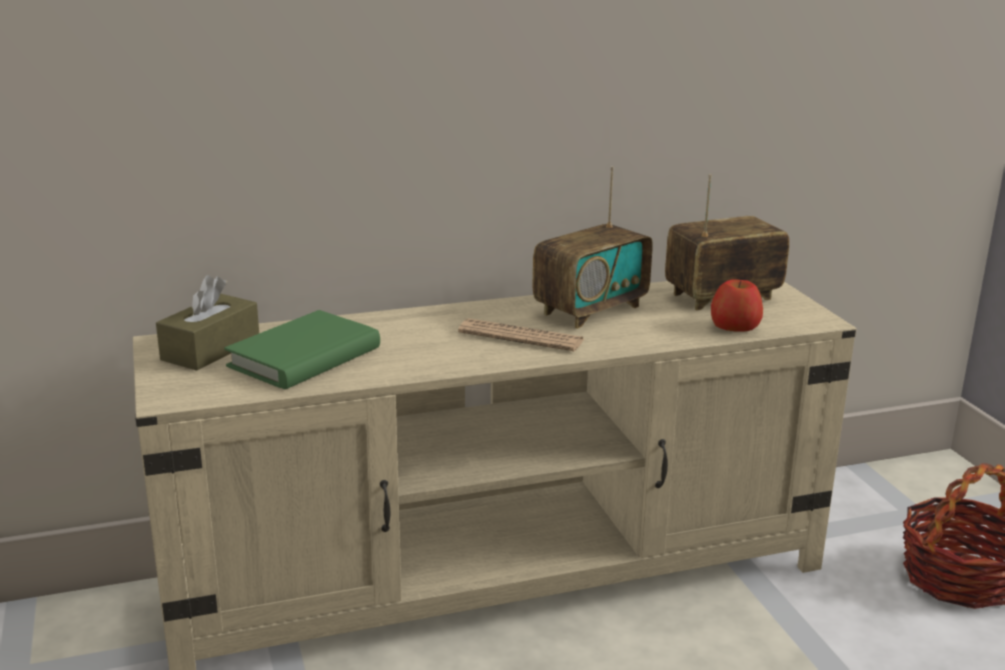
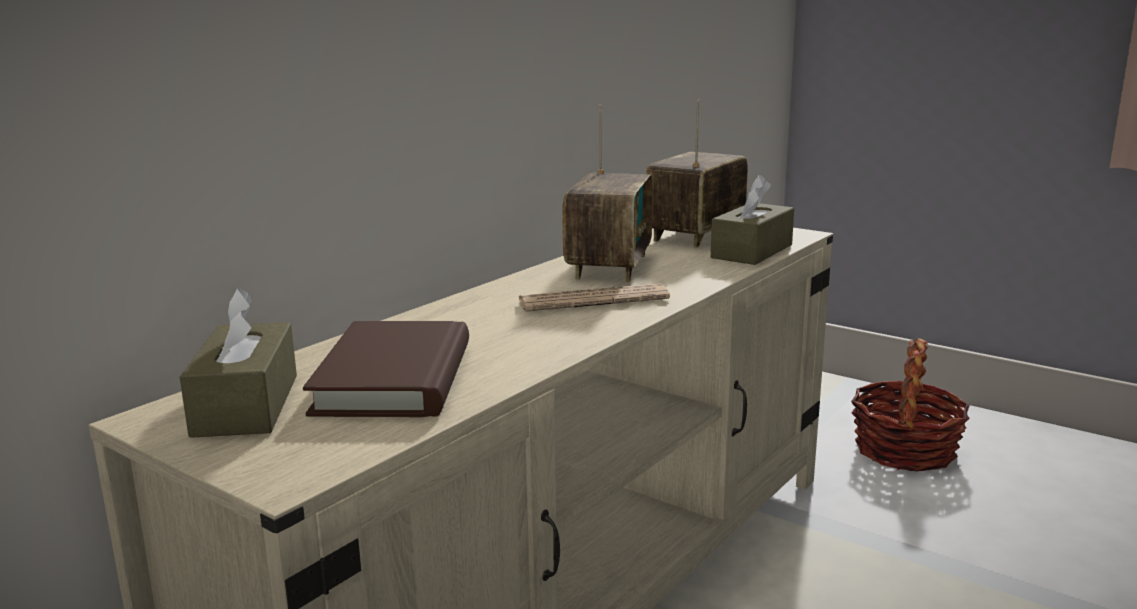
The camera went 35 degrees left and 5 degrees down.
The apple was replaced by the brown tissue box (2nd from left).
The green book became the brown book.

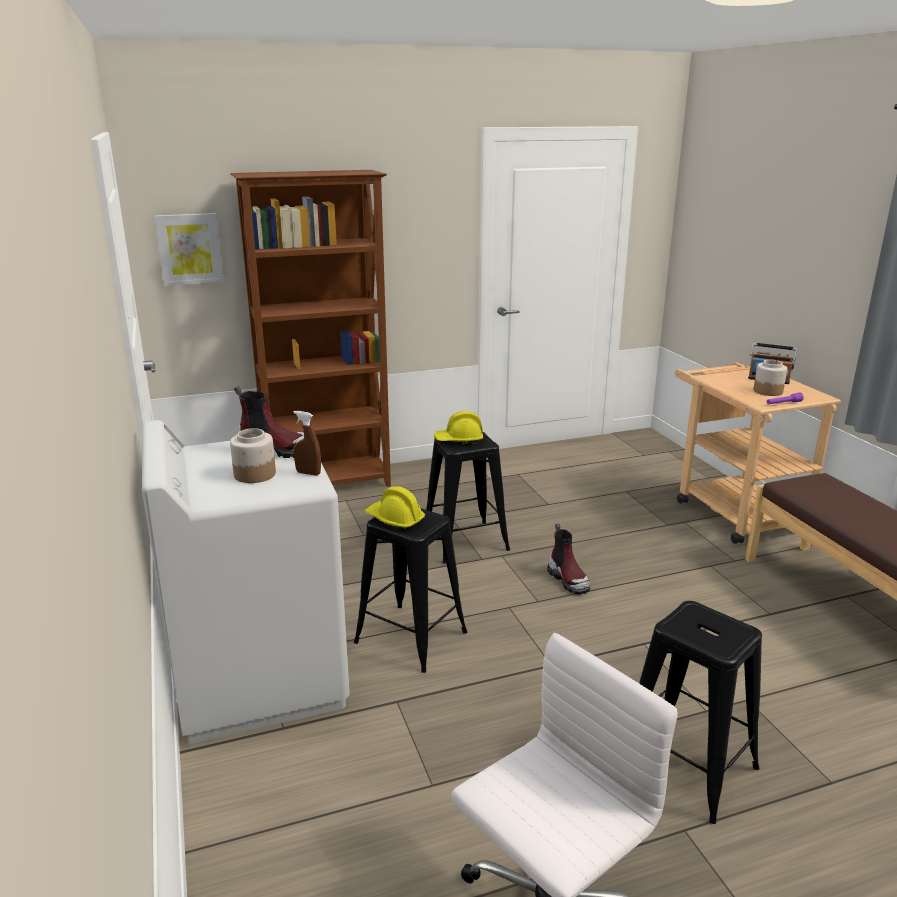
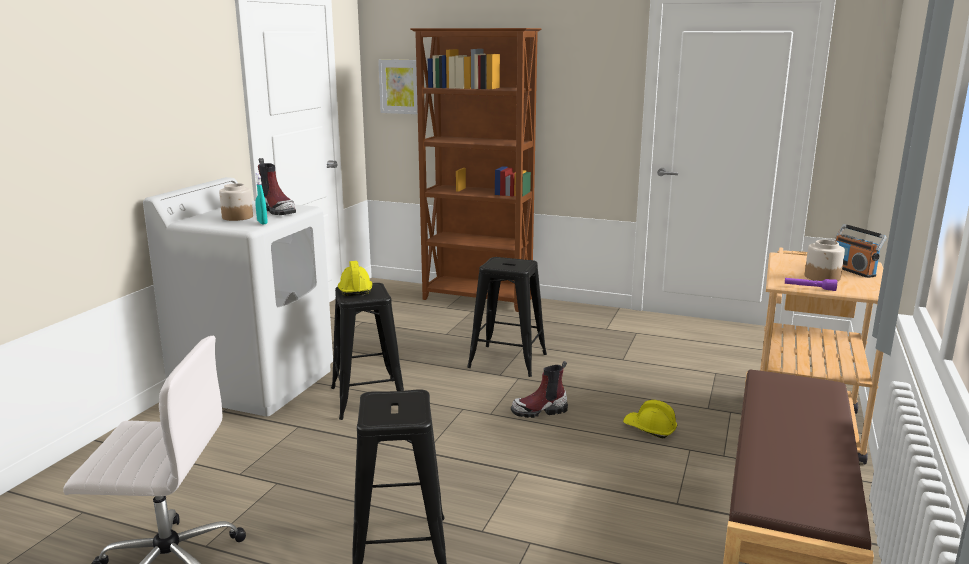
The camera went 40 degrees right and 5 degrees down.
The brown spray bottle became the turquoise spray bottle.
The yellow hard hat (2nd from left) moved.
The boot (2nd from left) turned 60 degrees clockwise.

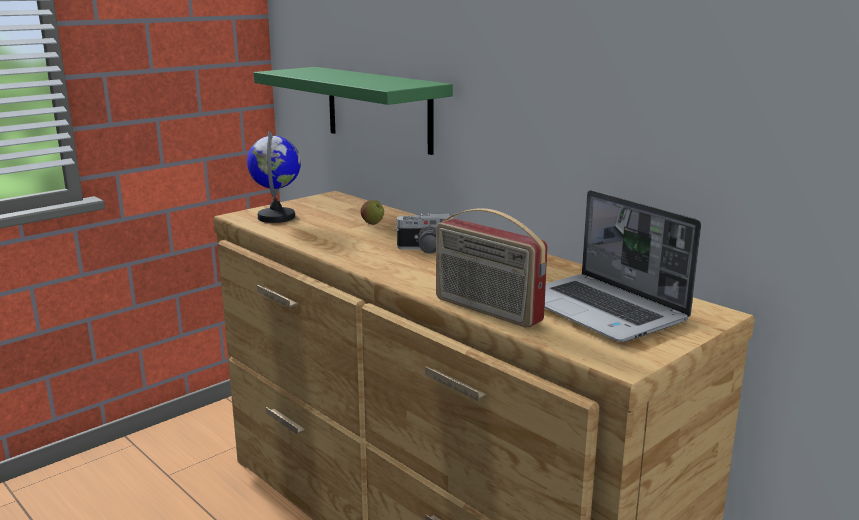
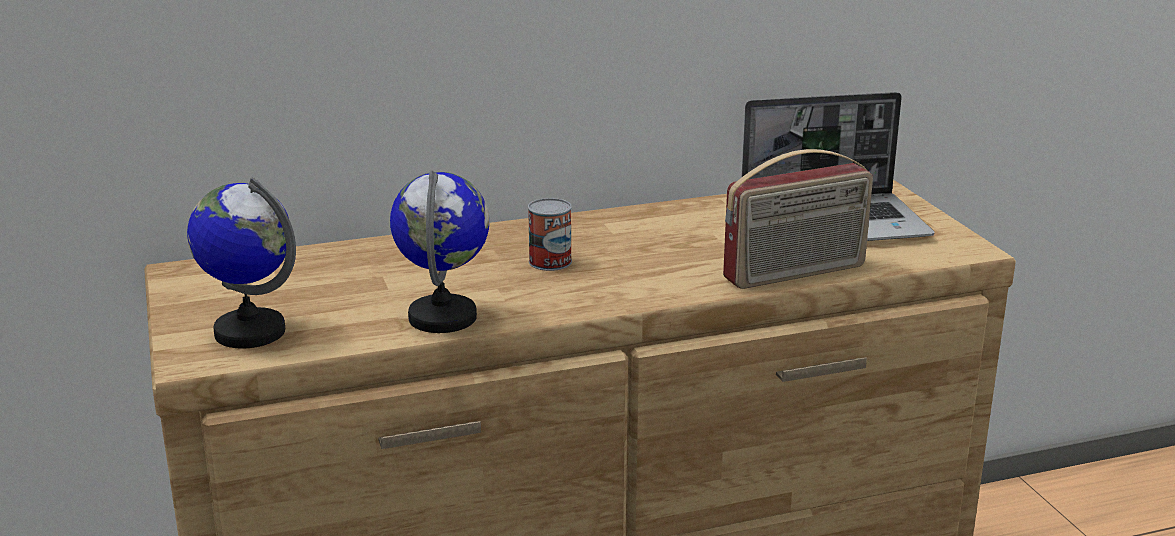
The camera went 65 degrees left and 5 degrees up.
The green shelf disappeared.
The apple disappeared.
The photo camera was replaced by the can.
The globe (2nd from left) appeared.

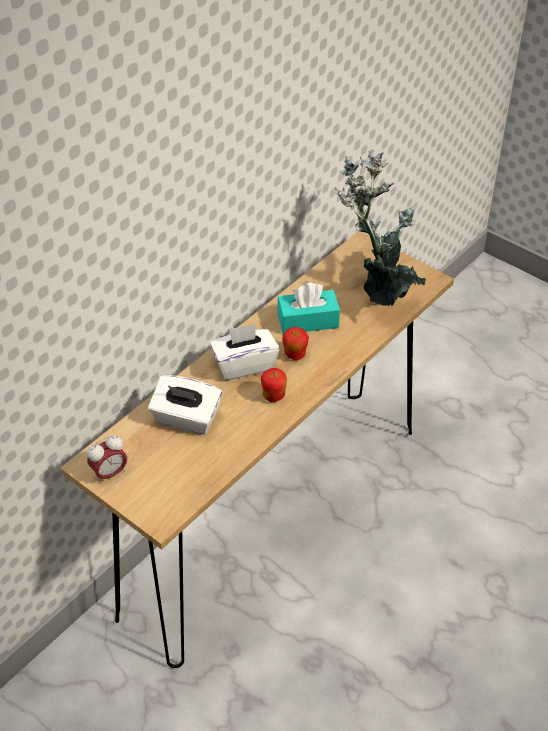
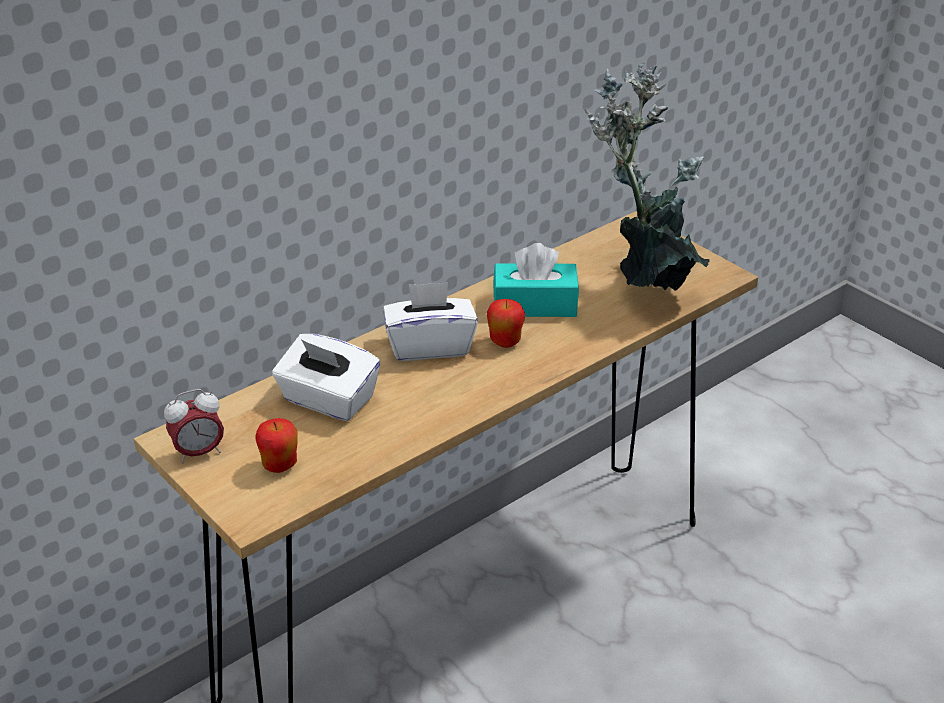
The camera went 10 degrees right and 10 degrees down.
The apple (1st from left) moved.

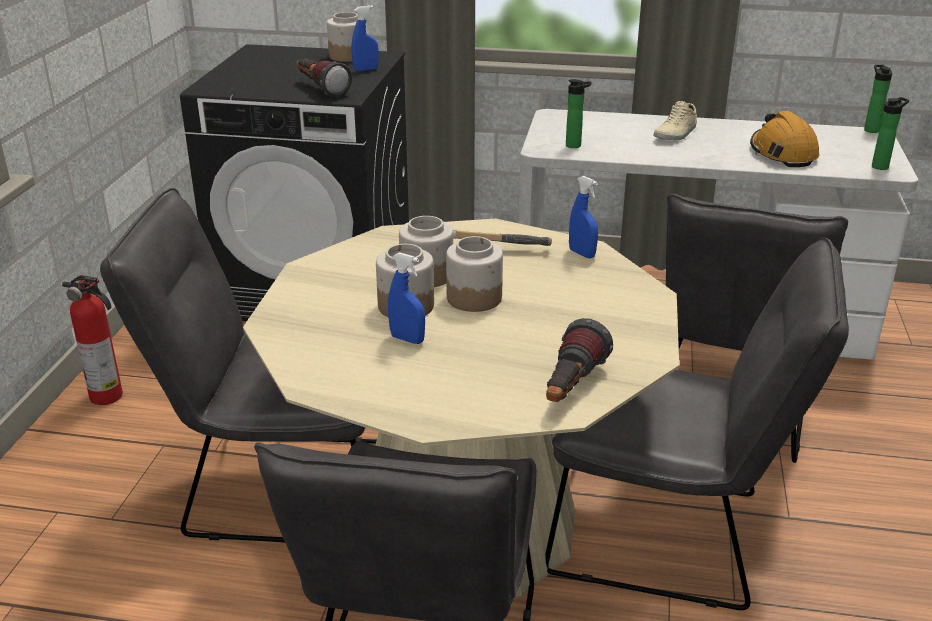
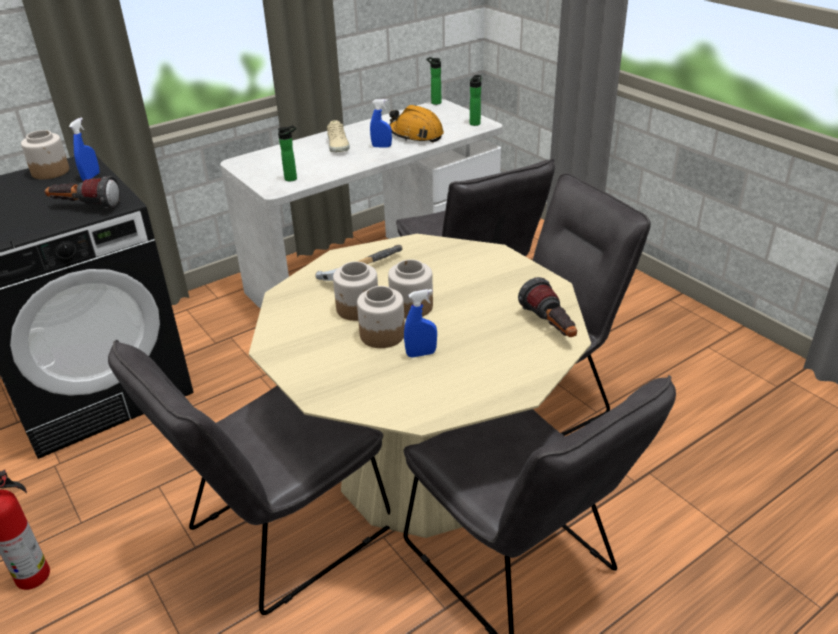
The camera went 45 degrees left and 5 degrees up.
The blue spray bottle (3rd from left in the first image) moved.

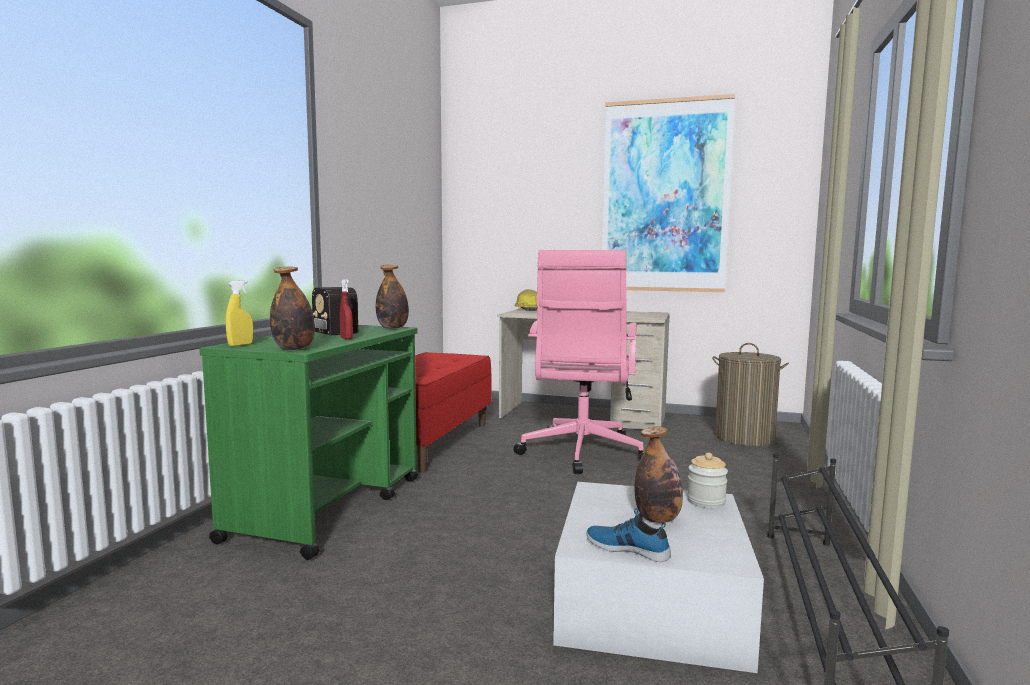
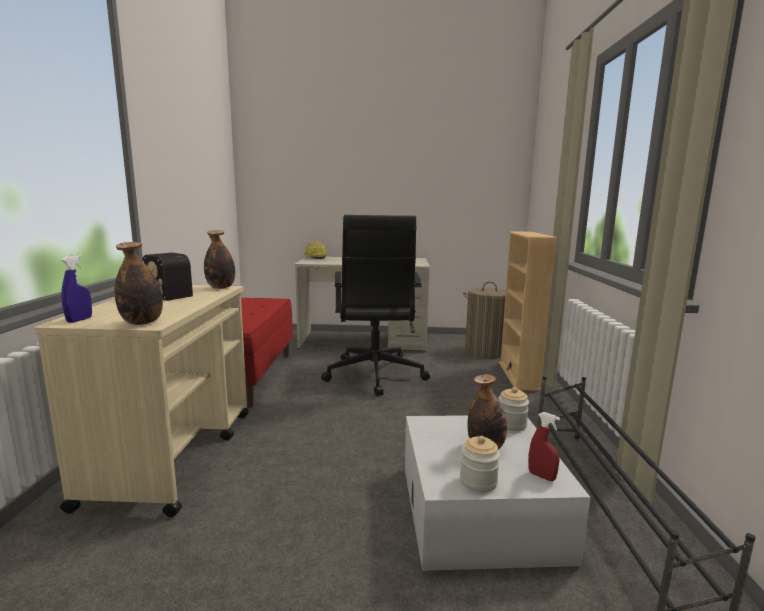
The camera went 15 degrees left and 5 degrees up.
The picture disappeared.
The pink office chair became the black office chair.
The red spray bottle moved.
The yellow spray bottle became the blue spray bottle.
The green cart became the beige cart.
The shoe was replaced by the jar (1st from left).
The beige bookcase appeared.

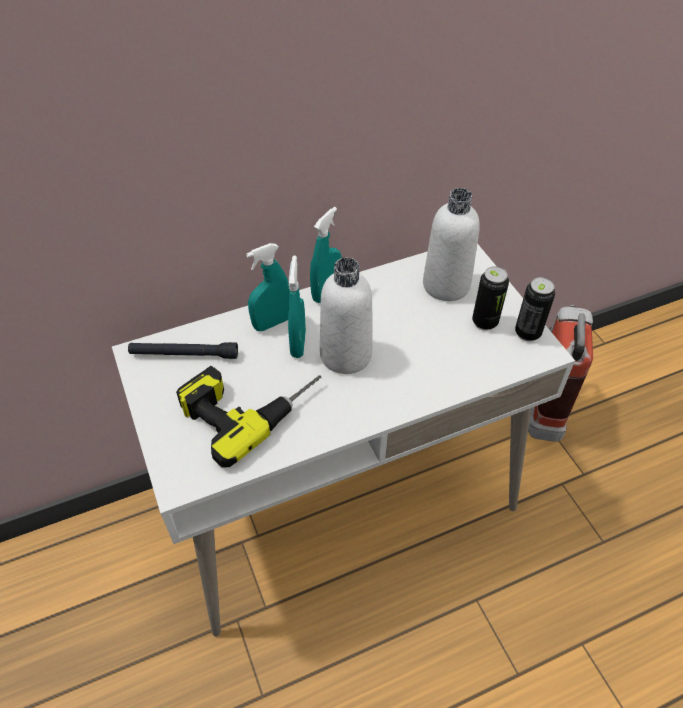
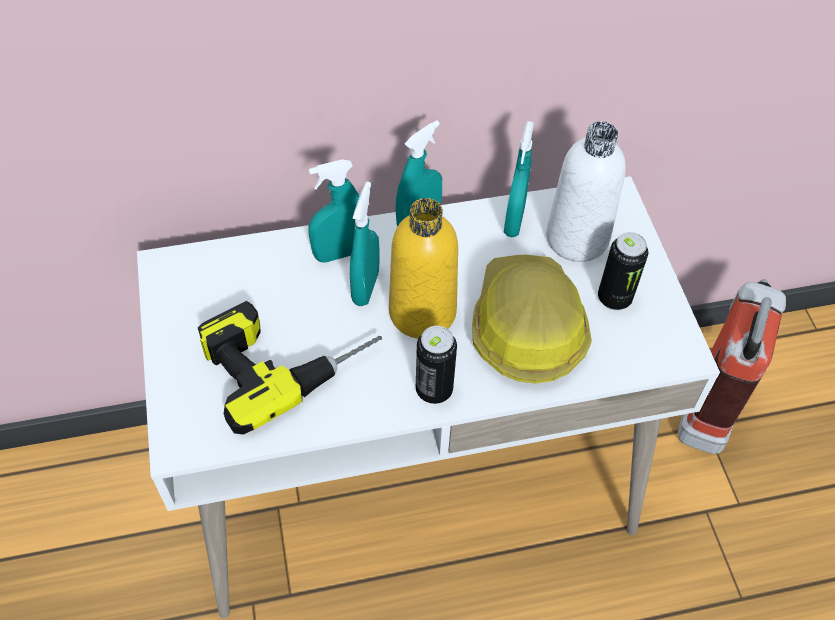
The camera went 10 degrees right and 5 degrees up.
The white bottle (1st from left) became the yellow bottle.
The can (2nd from left in the first image) moved.
The black flashlight disappeared.
The turquoise spray bottle (4th from left) appeared.
The hard hat appeared.

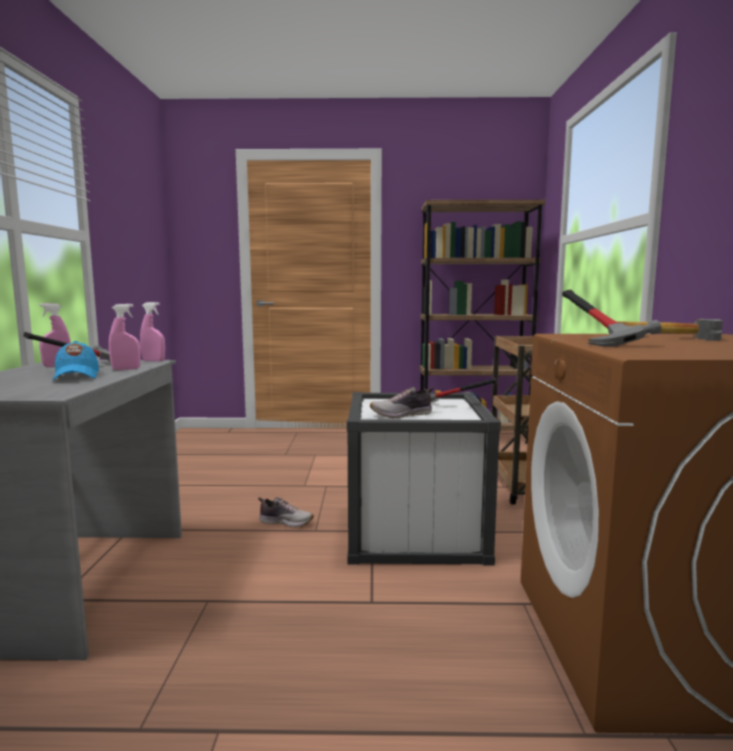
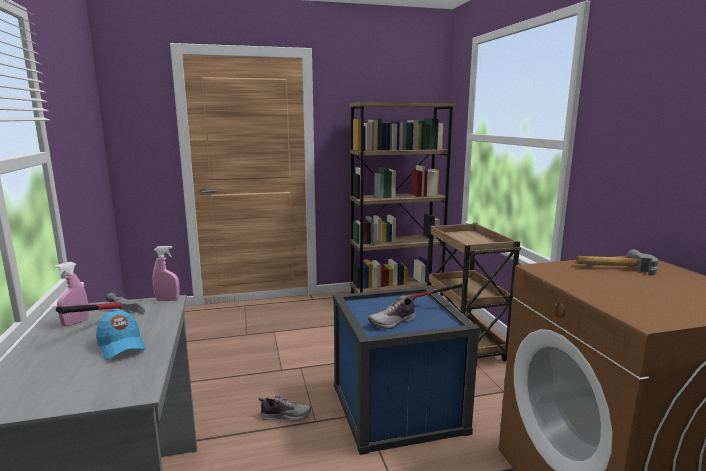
The camera went 15 degrees left and 5 degrees up.
The hammer (3rd from left) disappeared.
The pink spray bottle (2nd from left) disappeared.
The white storage box became the blue storage box.

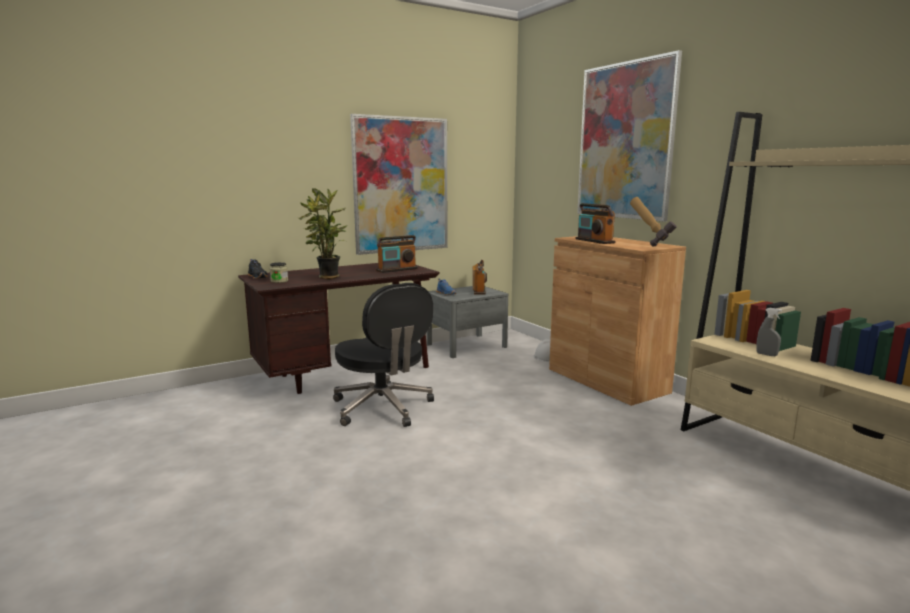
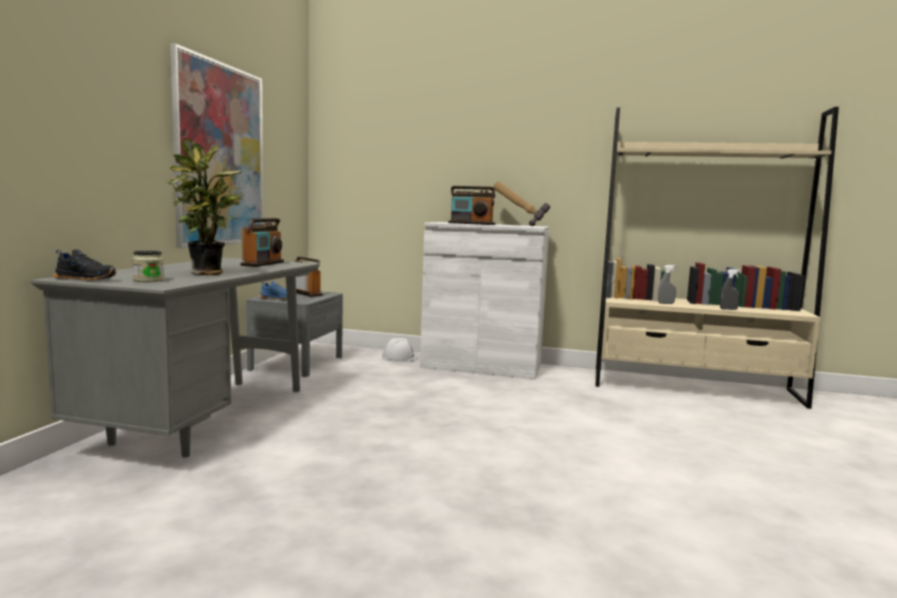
The camera went 45 degrees left and 5 degrees down.
The picture (2nd from left) disappeared.
The brown cabinet became the white cabinet.
The brown desk became the grey desk.
The black office chair disappeared.
The grey spray bottle (2nd from left) appeared.

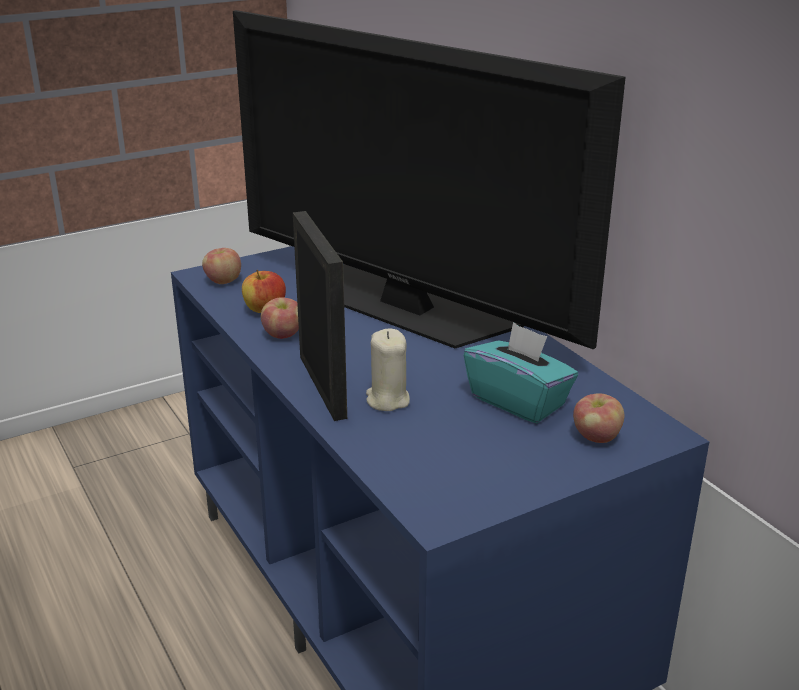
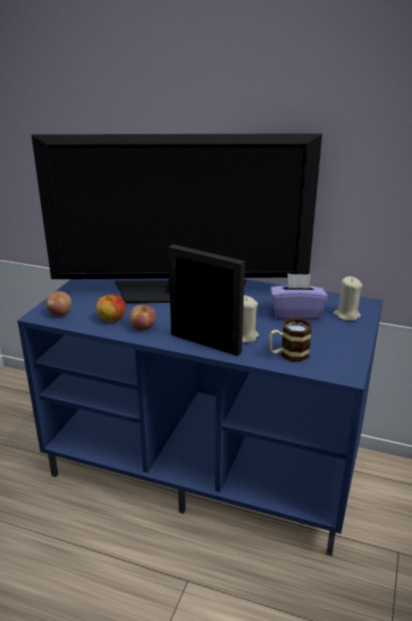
The camera went 40 degrees left and 0 degrees up.
The turquoise tissue box became the purple tissue box.
The apple (4th from left) was replaced by the beige candle (2nd from left).
The mug appeared.

